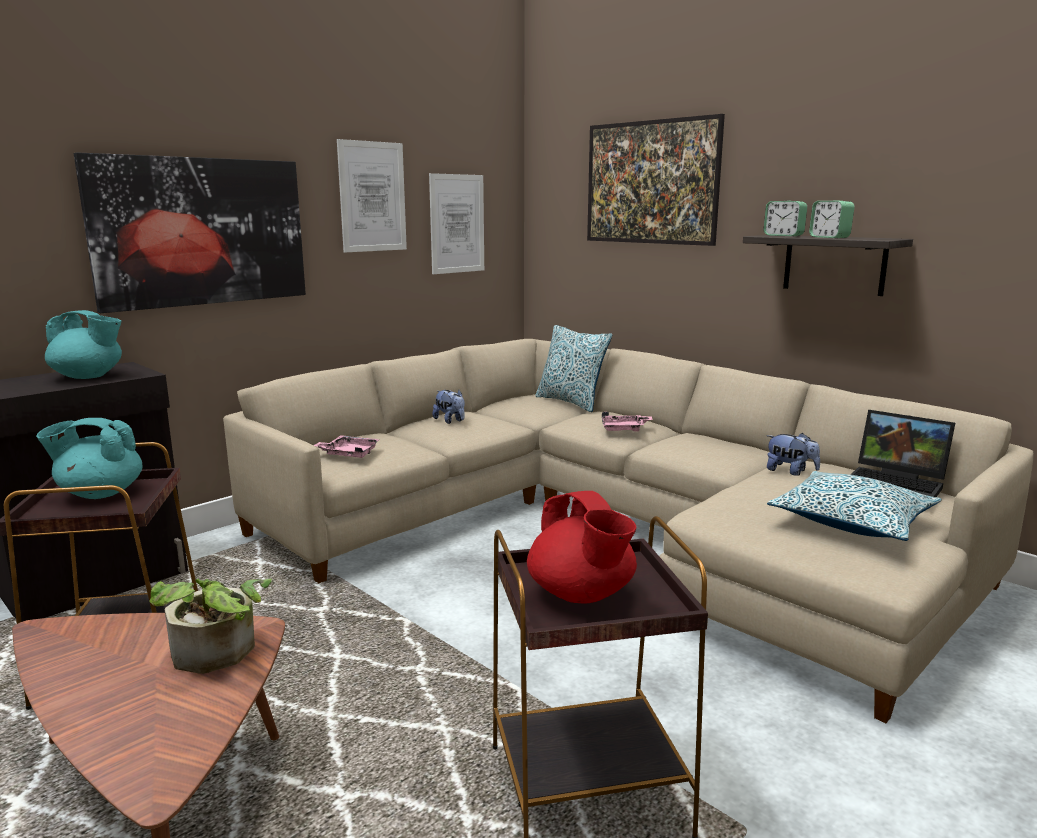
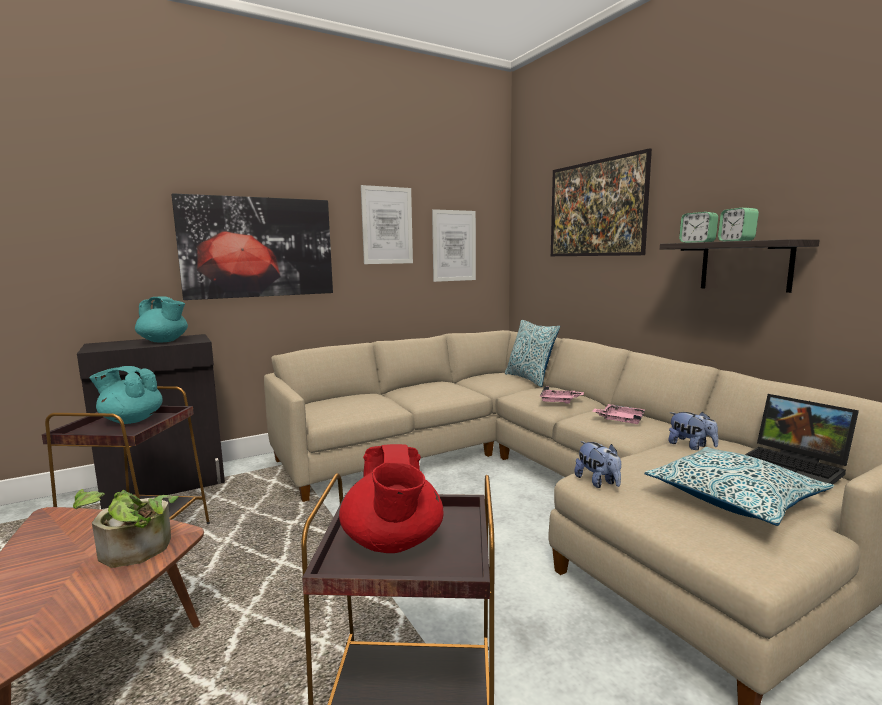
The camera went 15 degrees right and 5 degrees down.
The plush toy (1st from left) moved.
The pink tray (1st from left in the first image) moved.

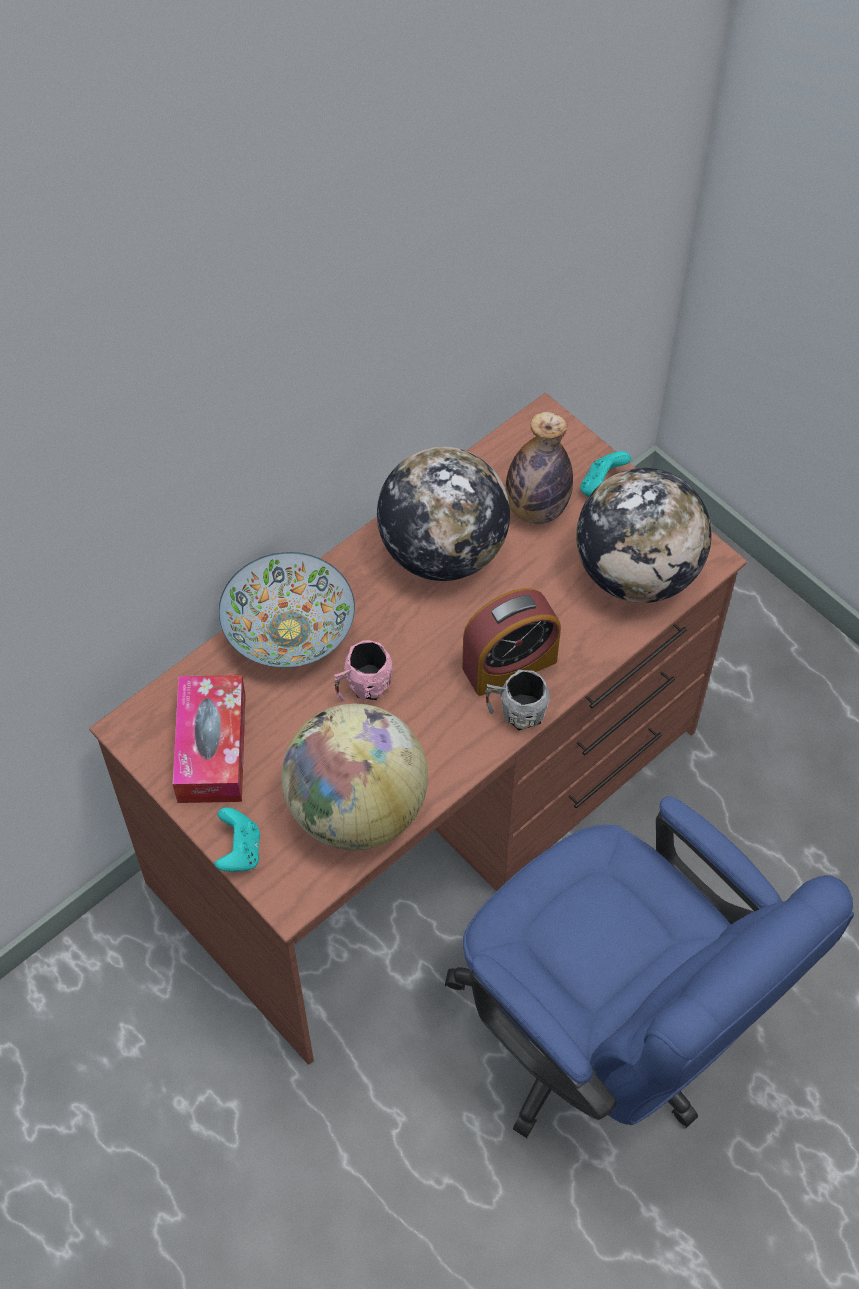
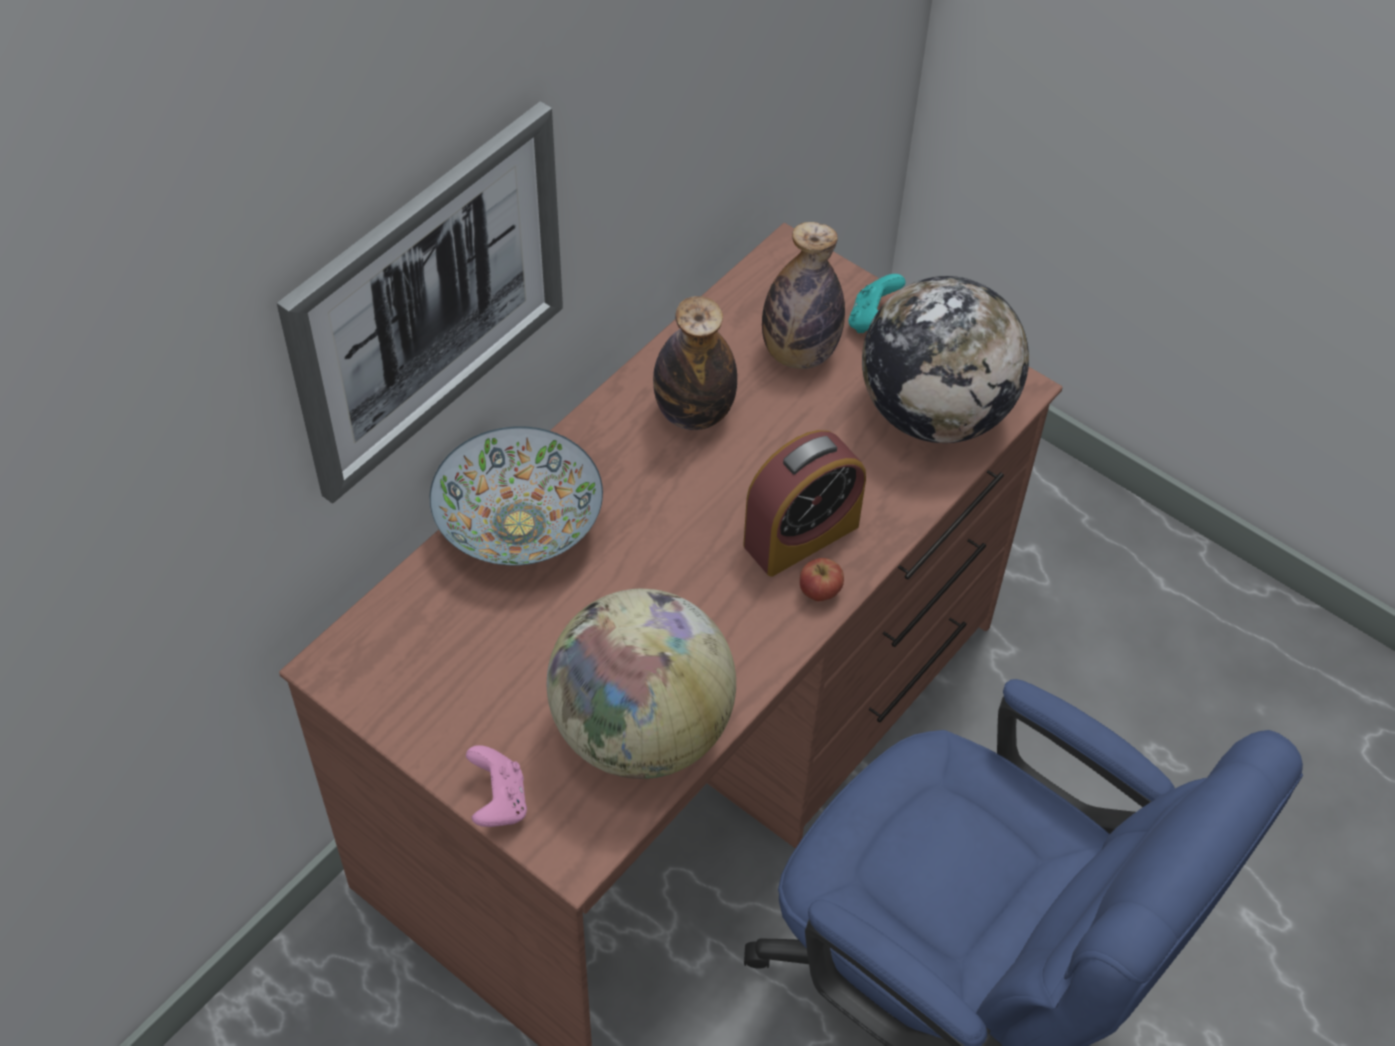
The camera went 10 degrees left and 5 degrees down.
The globe (2nd from left) was replaced by the bottle (1st from left).
The pink mug disappeared.
The grey mug was replaced by the apple.
The tissue box disappeared.
The turquoise game controller (1st from left) became the pink game controller.
The picture appeared.

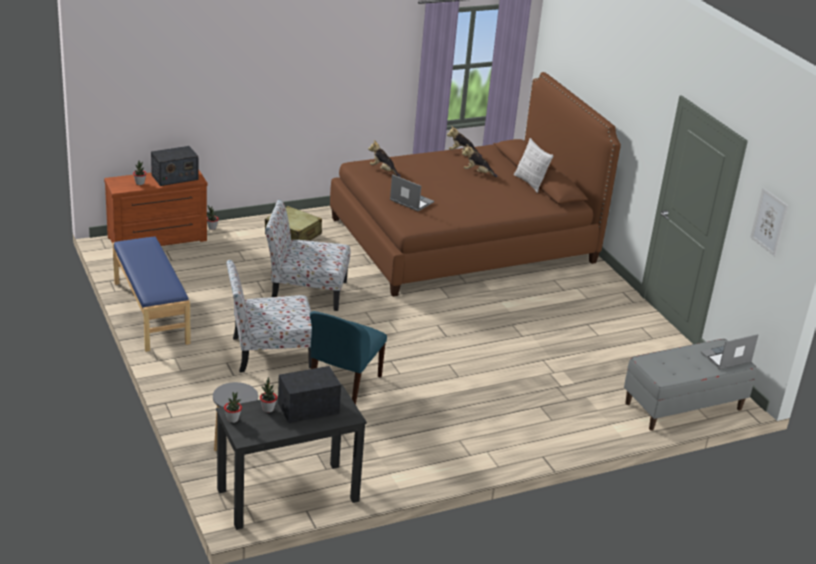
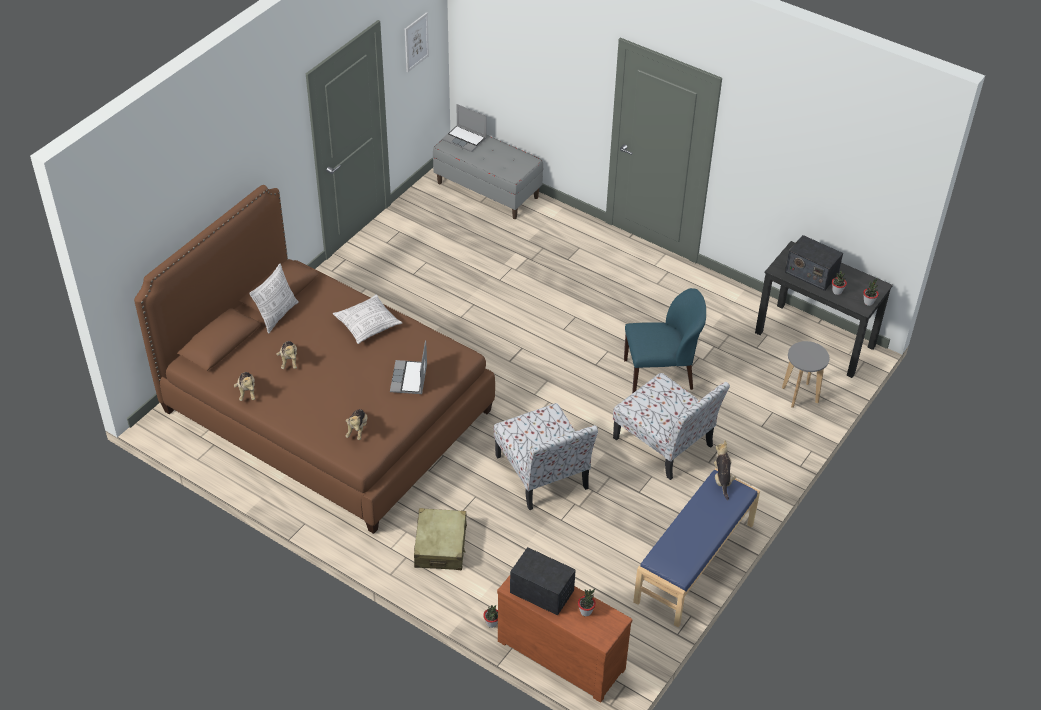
The camera went 120 degrees left and 15 degrees up.
The pillow (2nd from left) appeared.
The plush toy (4th from left) appeared.

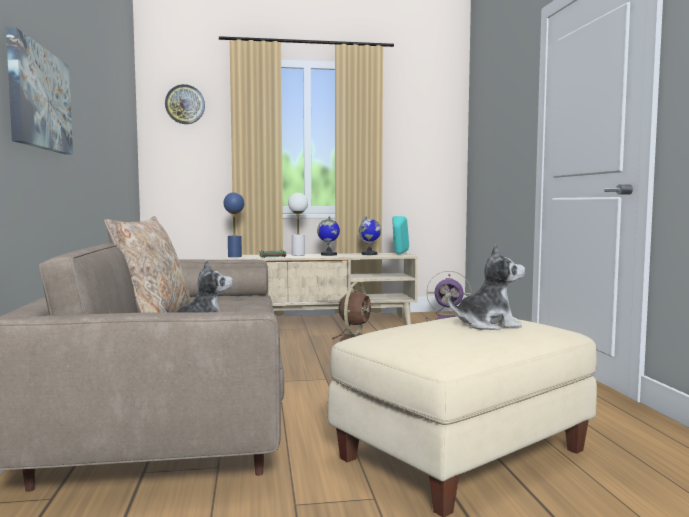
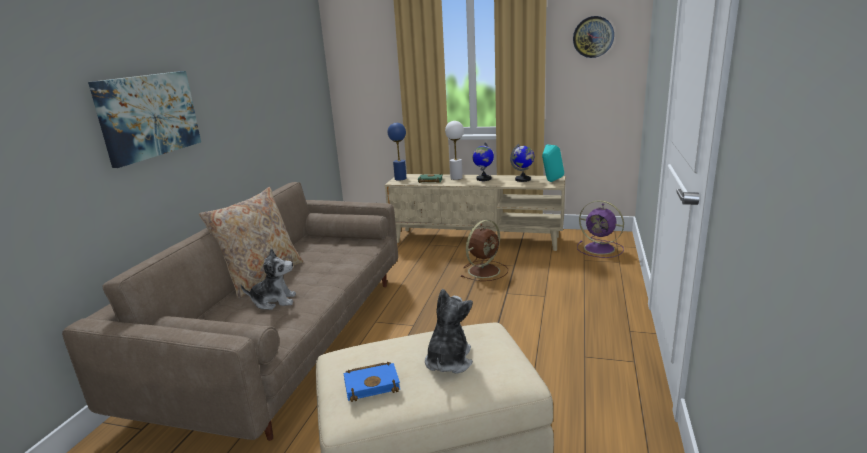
The camera went 25 degrees right and 15 degrees up.
The wall clock moved.
The plush toy (2nd from left) turned 90 degrees counterclockwise.
The blue book appeared.

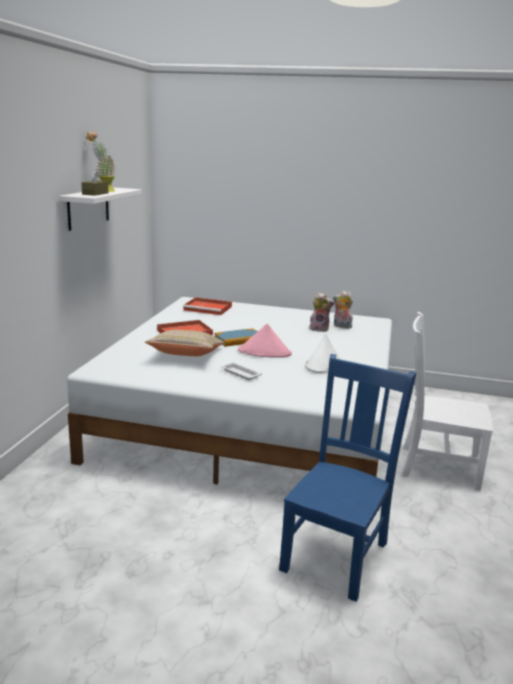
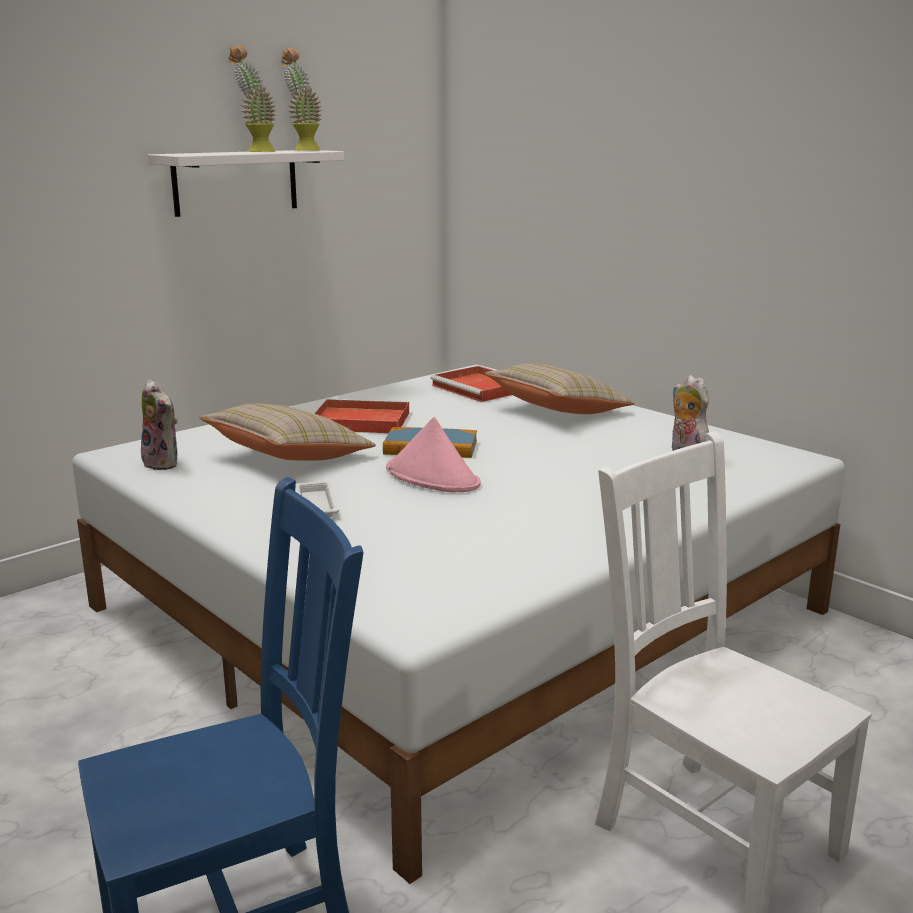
The camera went 35 degrees right and 0 degrees up.
The brown tissue box disappeared.
The plush toy (1st from left) moved.
The white hat disappeared.
The potted plant (2nd from left) appeared.
The beige pillow (2nd from left) appeared.

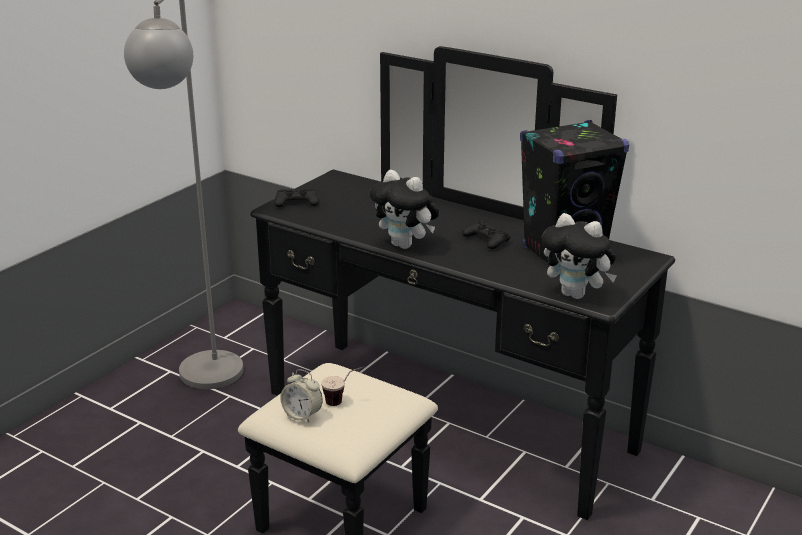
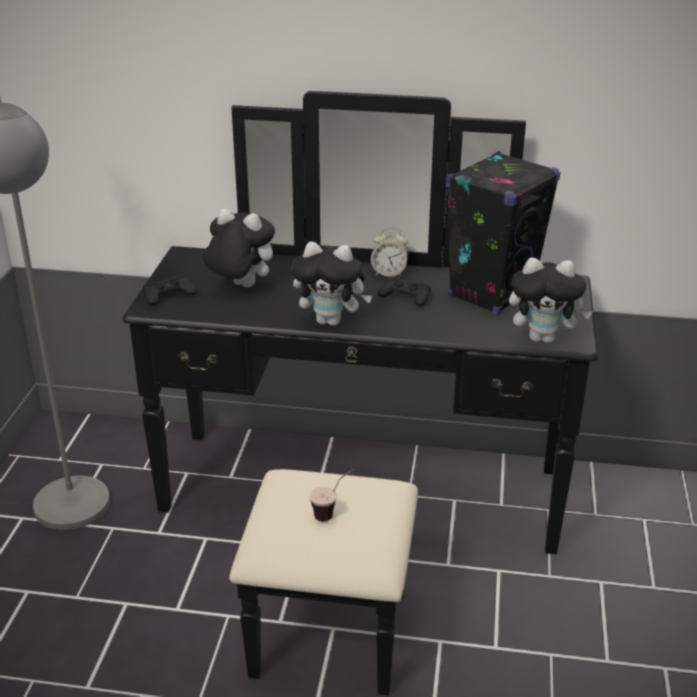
The camera went 25 degrees left and 5 degrees up.
The alarm clock moved.
The plush toy (1st from left) appeared.

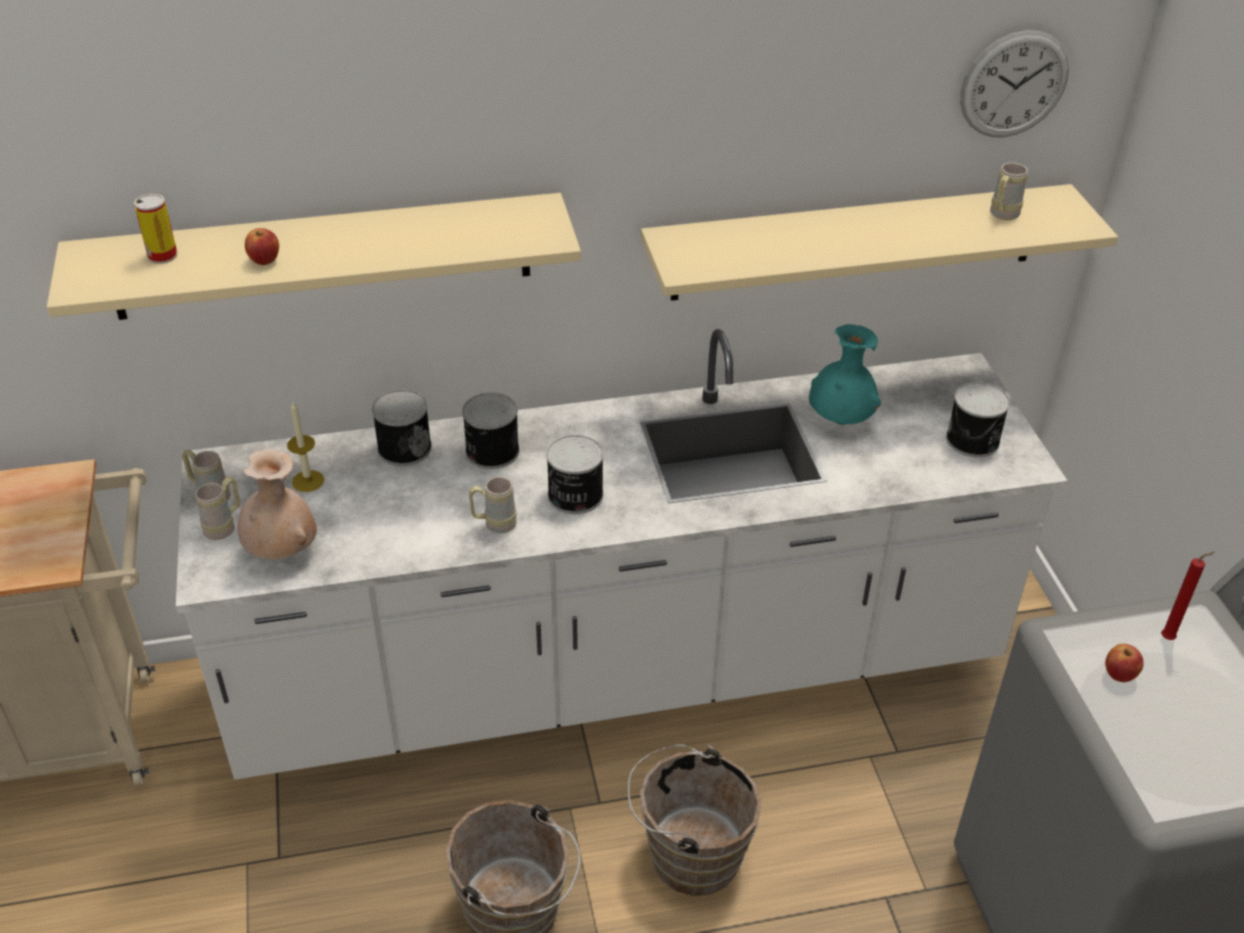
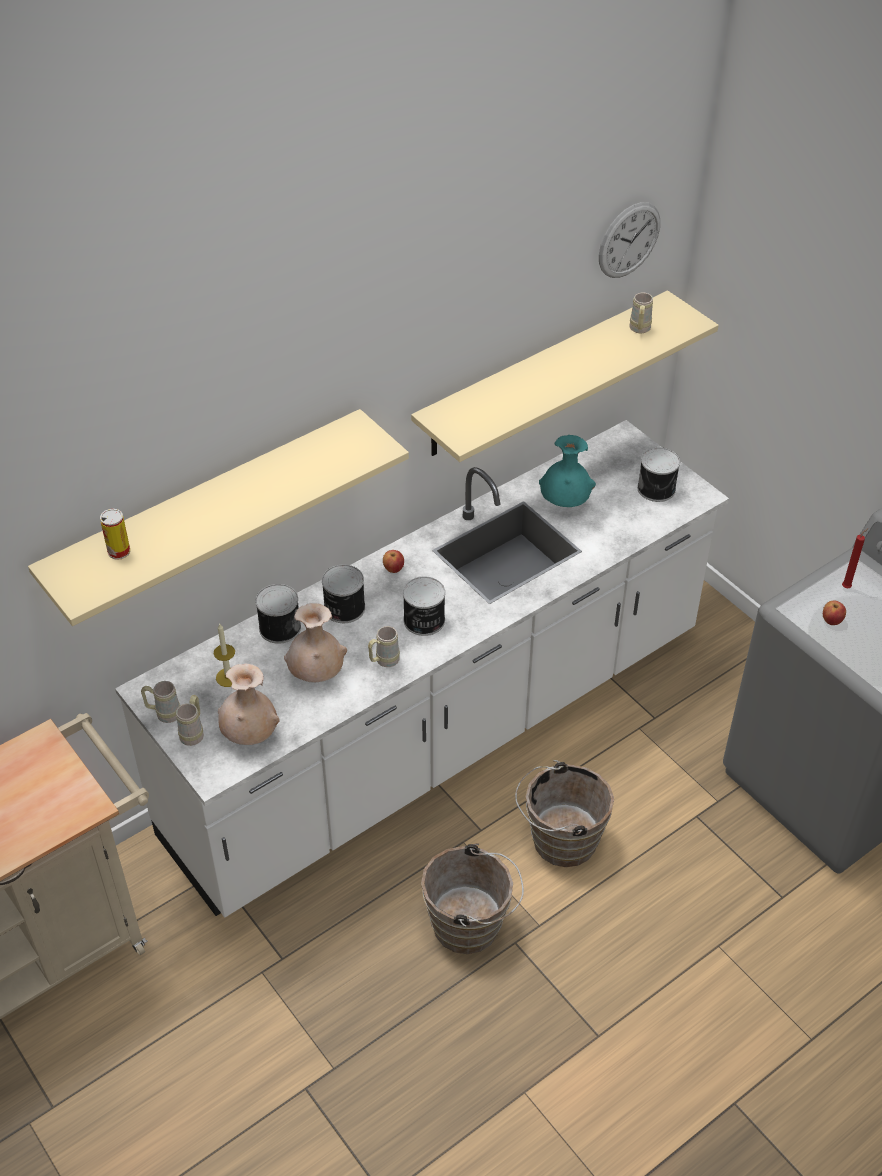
The camera went 25 degrees left and 5 degrees up.
The apple (1st from left) moved.
The beige vase (2nd from left) appeared.

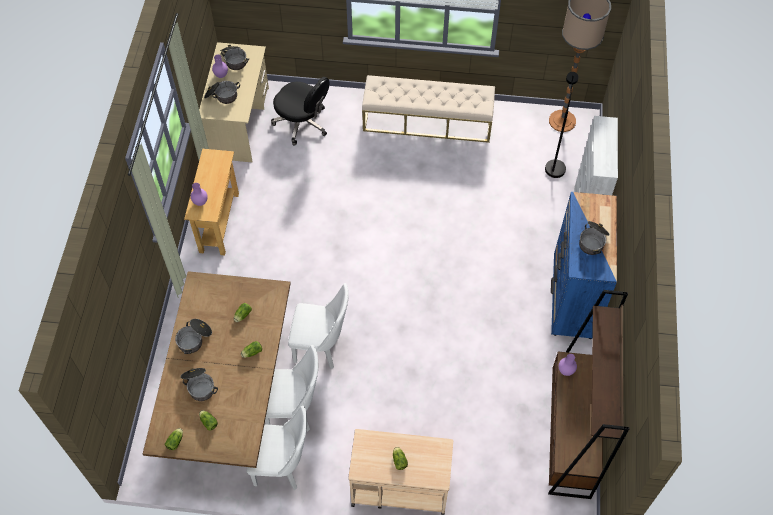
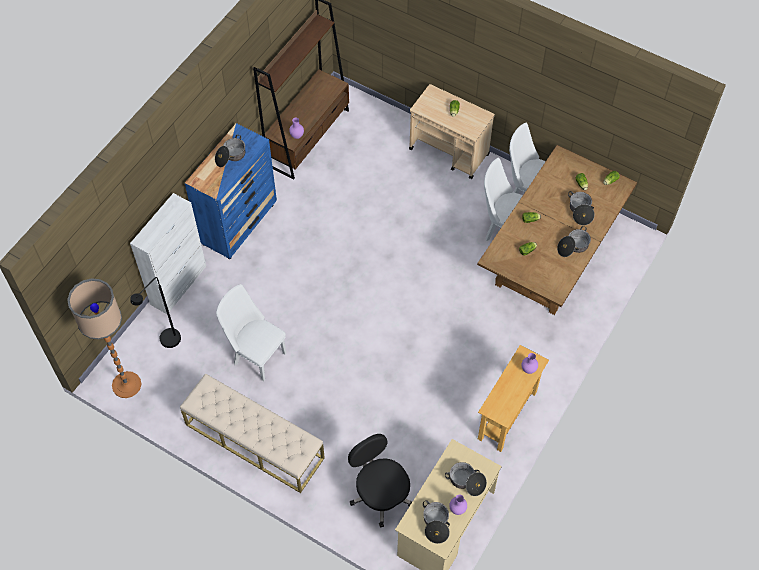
The camera went 155 degrees left and 0 degrees up.
The white chair (3rd from left in the first image) moved.

